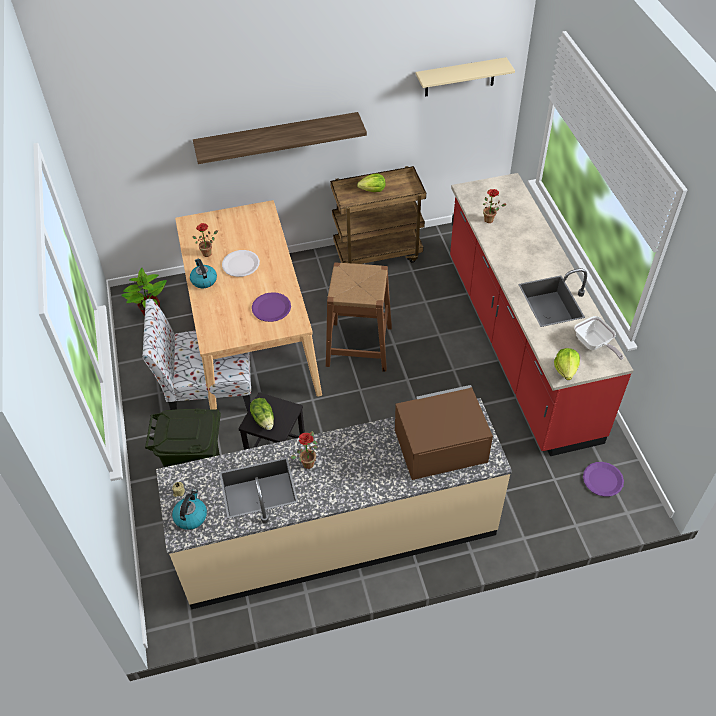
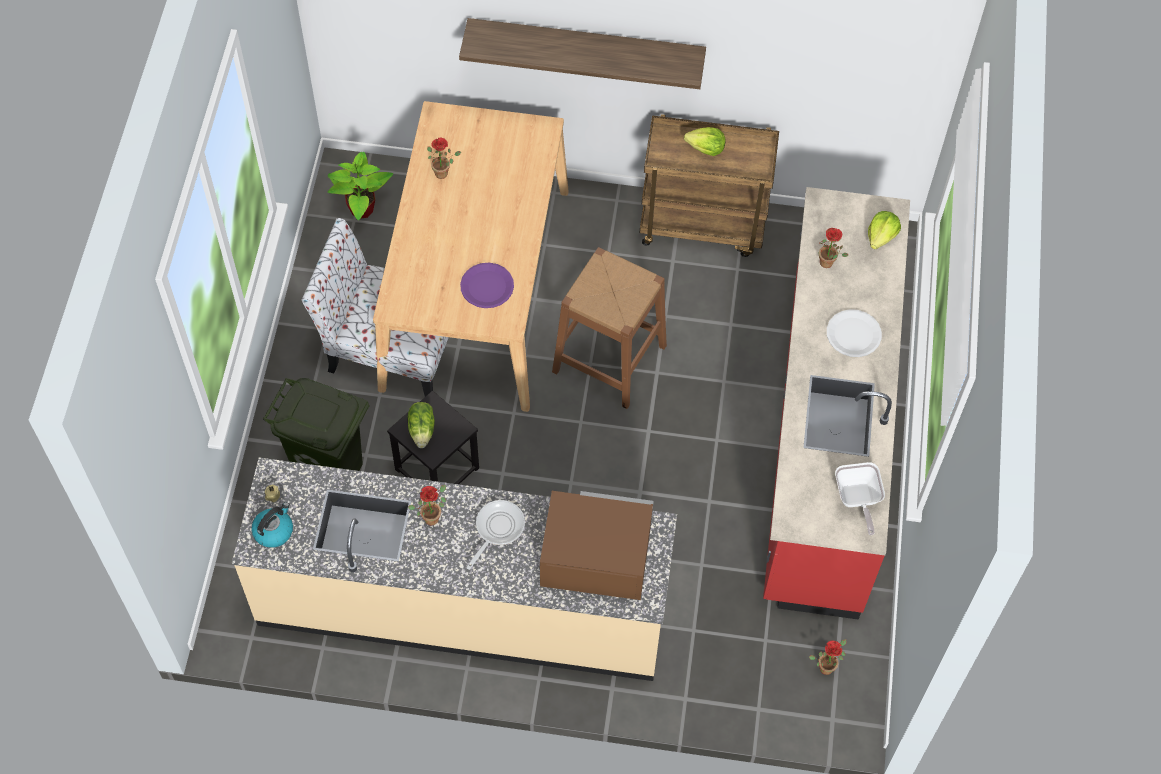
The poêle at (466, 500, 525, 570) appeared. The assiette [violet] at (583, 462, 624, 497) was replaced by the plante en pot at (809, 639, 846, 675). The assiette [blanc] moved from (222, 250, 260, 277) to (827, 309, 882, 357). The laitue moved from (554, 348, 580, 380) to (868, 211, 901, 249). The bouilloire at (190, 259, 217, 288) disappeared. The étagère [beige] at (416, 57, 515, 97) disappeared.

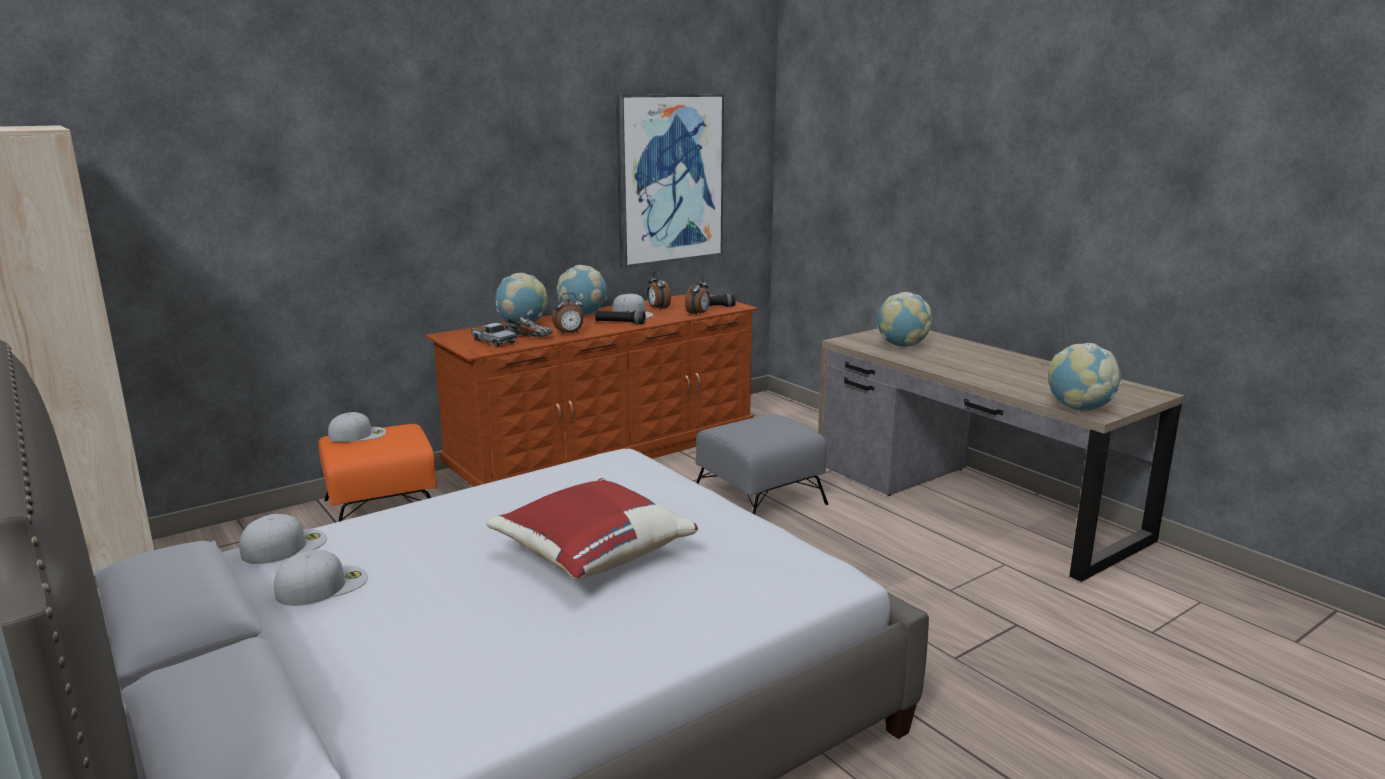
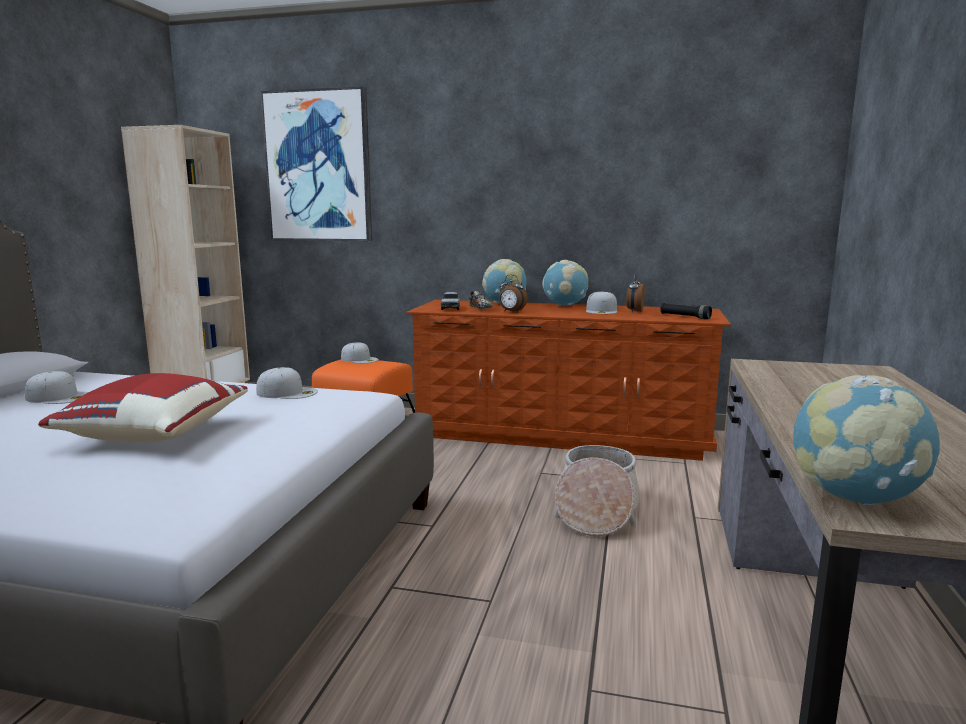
The casquette [blanc] moved from (239, 514, 327, 564) to (256, 367, 318, 399). The tableau moved from (616, 94, 724, 268) to (260, 86, 372, 241). The pouf [gris] at (695, 414, 828, 515) was replaced by the panier at (554, 445, 640, 536). The lampe de poche [noir] at (595, 310, 646, 324) disappeared. The réveil at (685, 276, 710, 316) disappeared. The globe at (877, 292, 932, 347) disappeared.

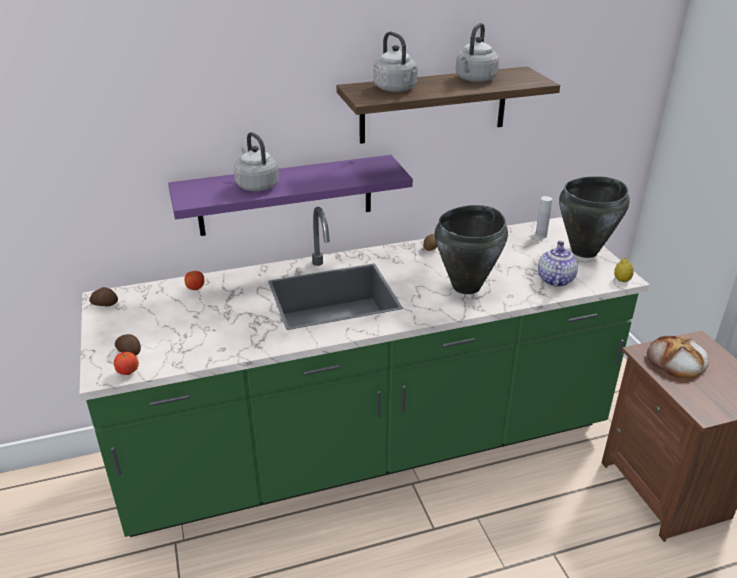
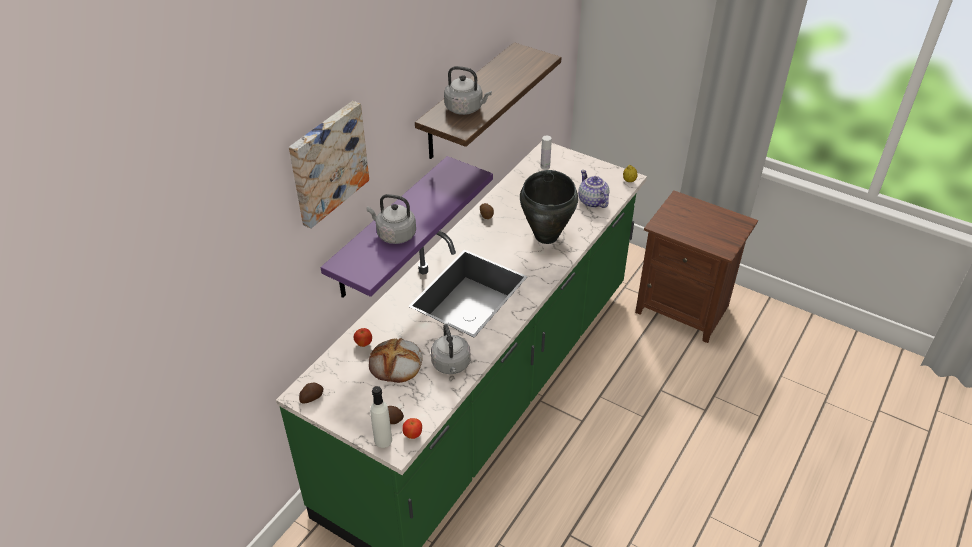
The tableau at (289, 101, 369, 229) appeared. The pain moved from (647, 336, 709, 378) to (369, 338, 423, 383). The bouteille [blanc] at (370, 386, 392, 448) appeared. The bouilloire [gris] moved from (456, 23, 499, 82) to (431, 324, 470, 374). The marmite [noir] at (559, 176, 630, 258) disappeared.

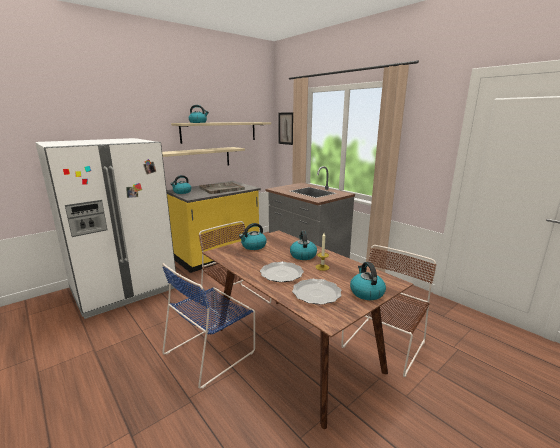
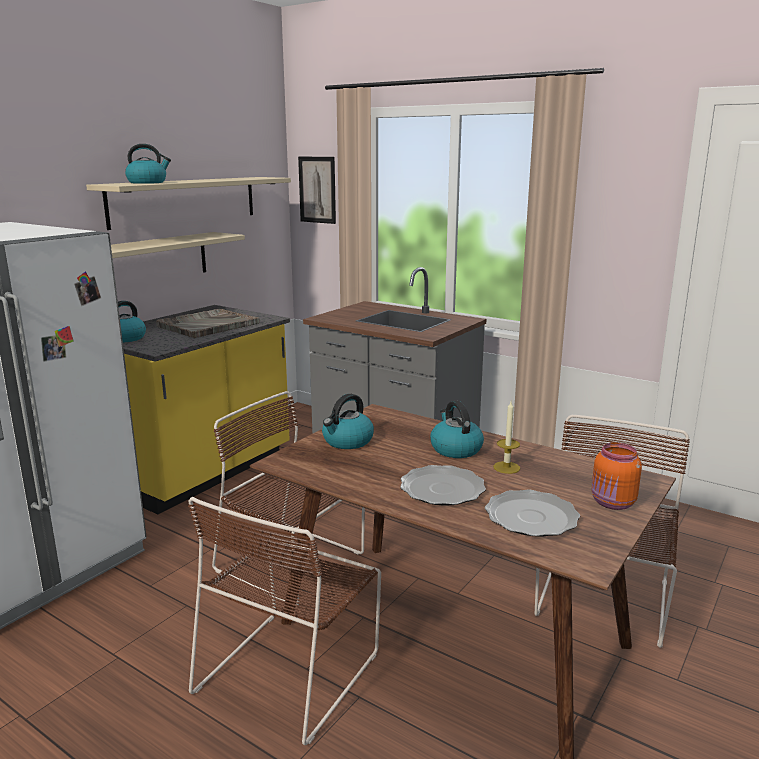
The chaise [bleu] at (162, 263, 255, 389) became the chaise [marron] at (188, 497, 381, 745). The bouilloire at (350, 262, 386, 300) was replaced by the bocal [orange] at (591, 442, 642, 510).

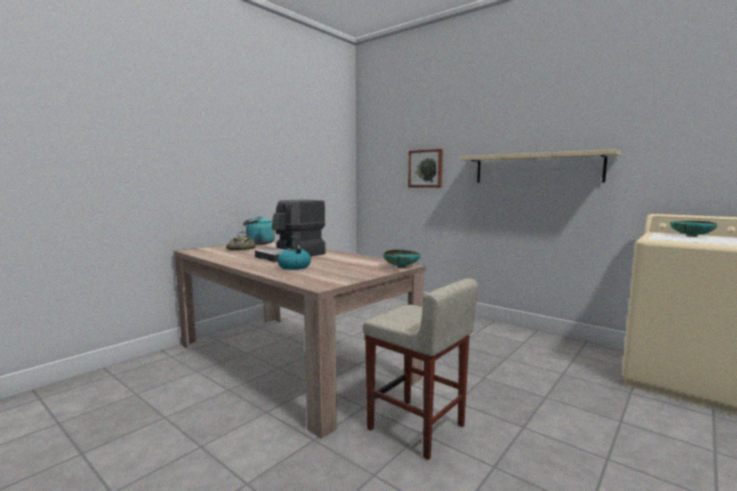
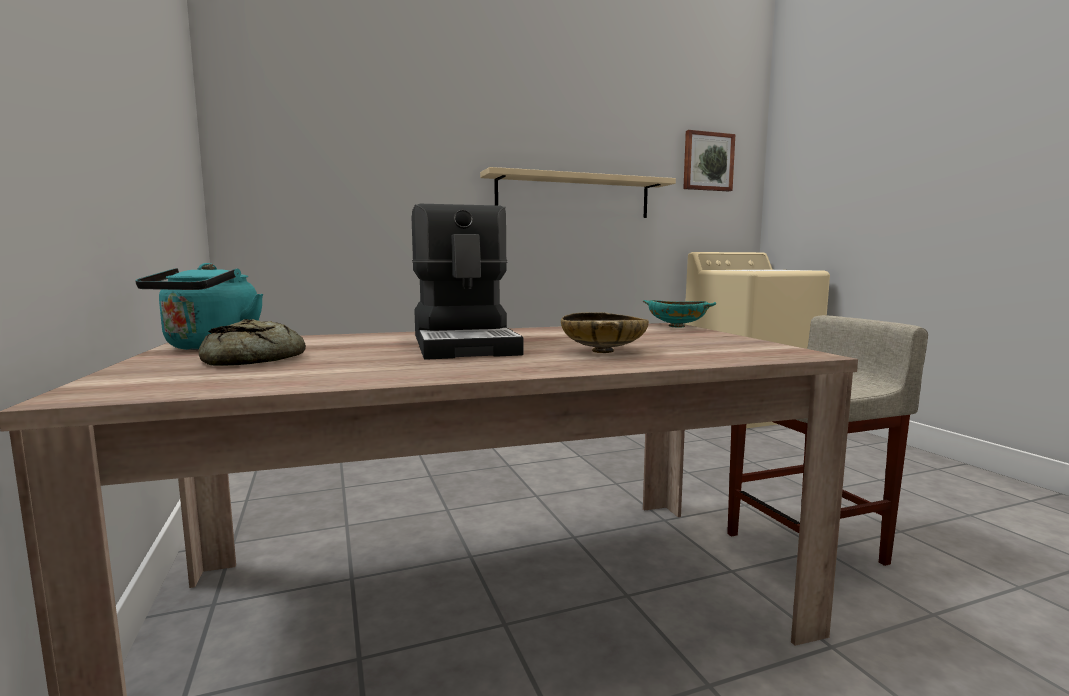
The bouilloire at (278, 236, 311, 270) was replaced by the bol [beige] at (561, 312, 649, 353). The tableau moved from (408, 149, 443, 188) to (683, 130, 735, 191). The bol [turquoise] at (670, 221, 717, 237) disappeared.

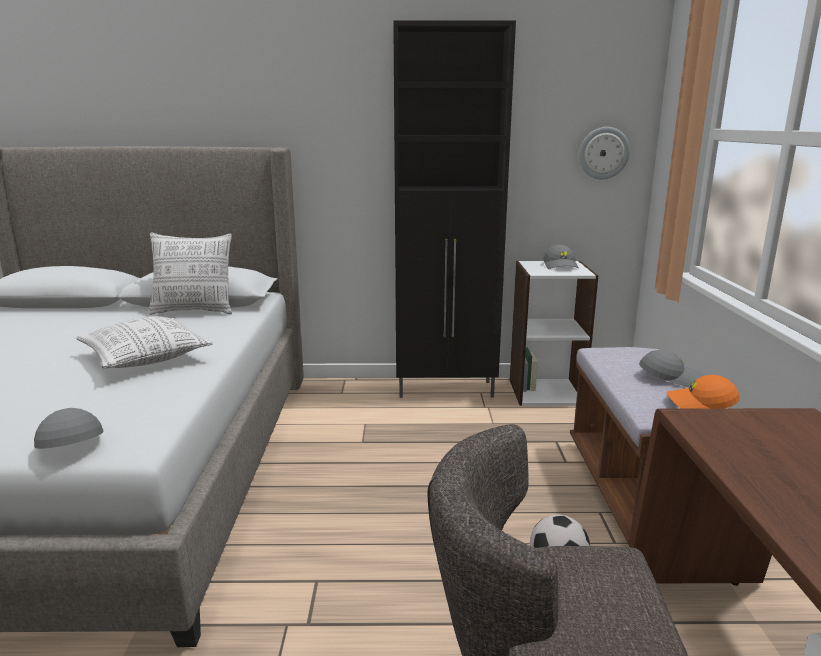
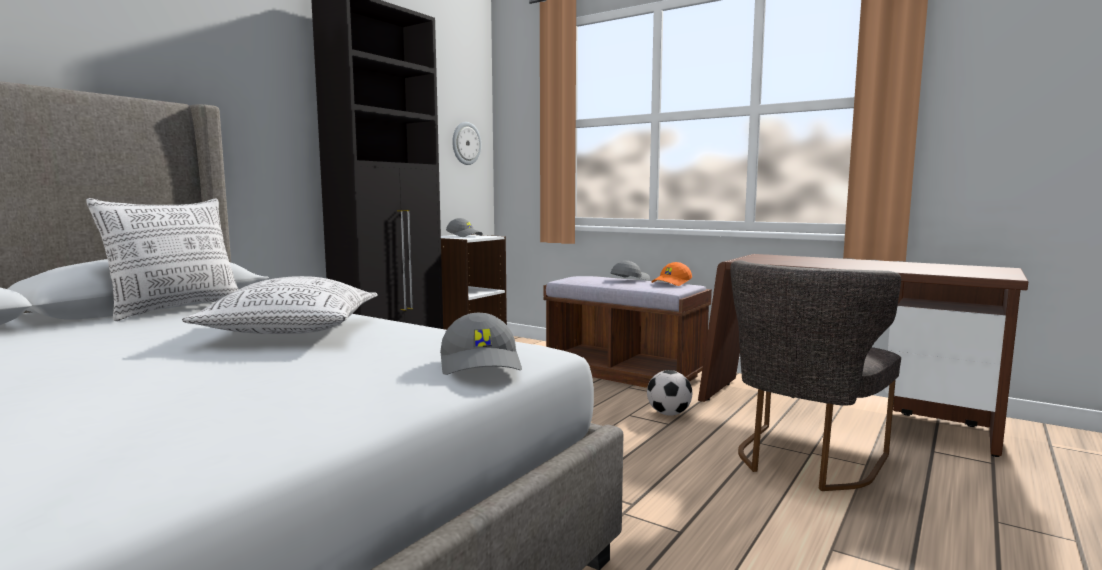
The casquette [gris] at (34, 408, 103, 449) turned 105 degrees counterclockwise.

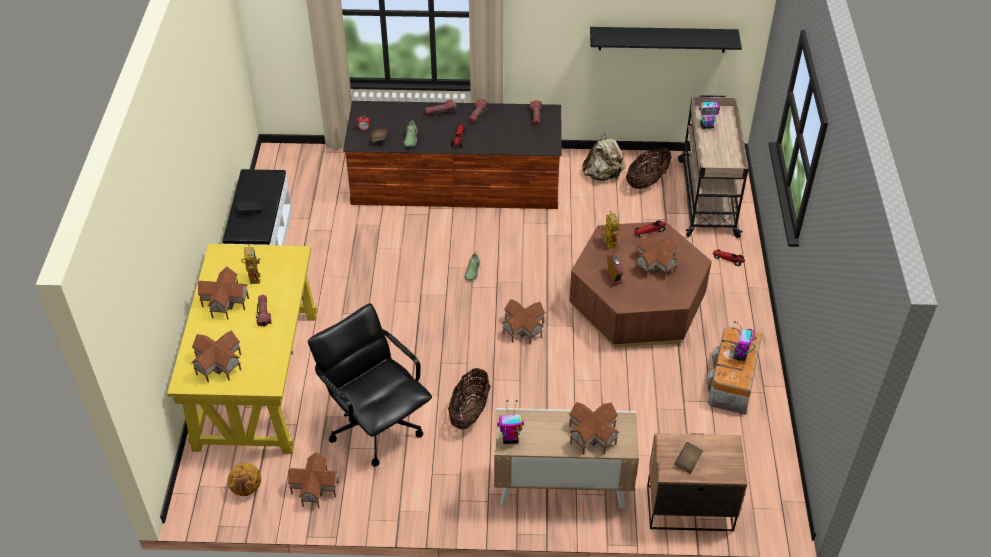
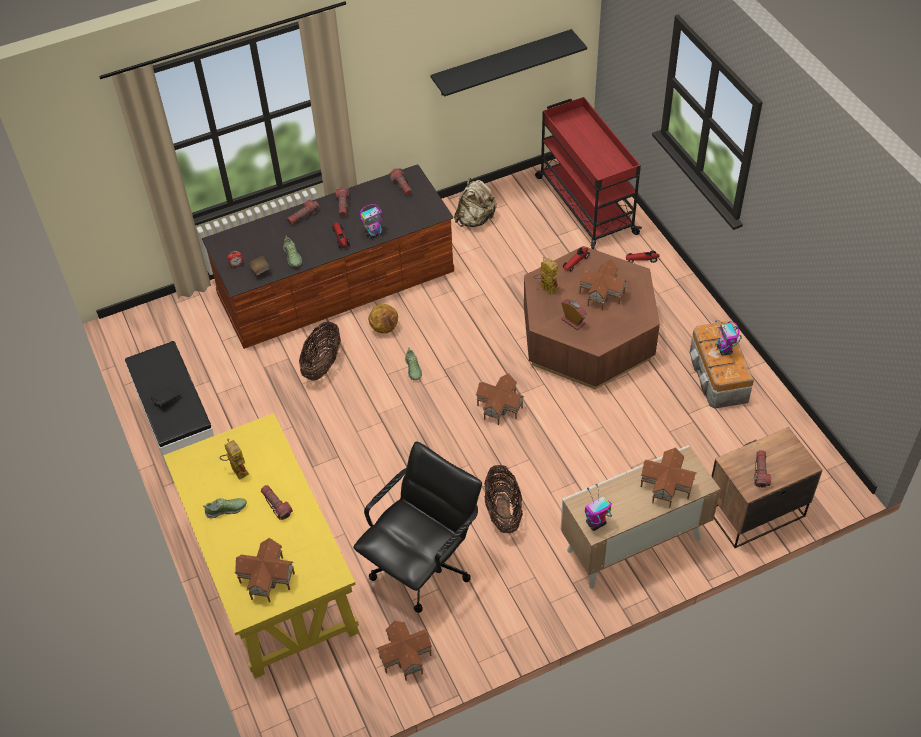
The maison miniature at (197, 266, 249, 320) was replaced by the chaussure at (203, 498, 247, 519). The panier moved from (626, 147, 672, 189) to (299, 321, 341, 381). The chaise de bureau [noir] at (308, 303, 432, 467) turned 105 degrees clockwise. The robot jouet moved from (699, 98, 720, 129) to (360, 204, 383, 239). The ballon de basket moved from (227, 463, 261, 496) to (369, 304, 398, 333). The chariot [beige] at (678, 95, 749, 238) became the chariot [rouge] at (535, 97, 642, 249). The livre [marron] at (674, 442, 703, 473) was replaced by the lampe de poche at (754, 450, 771, 488).

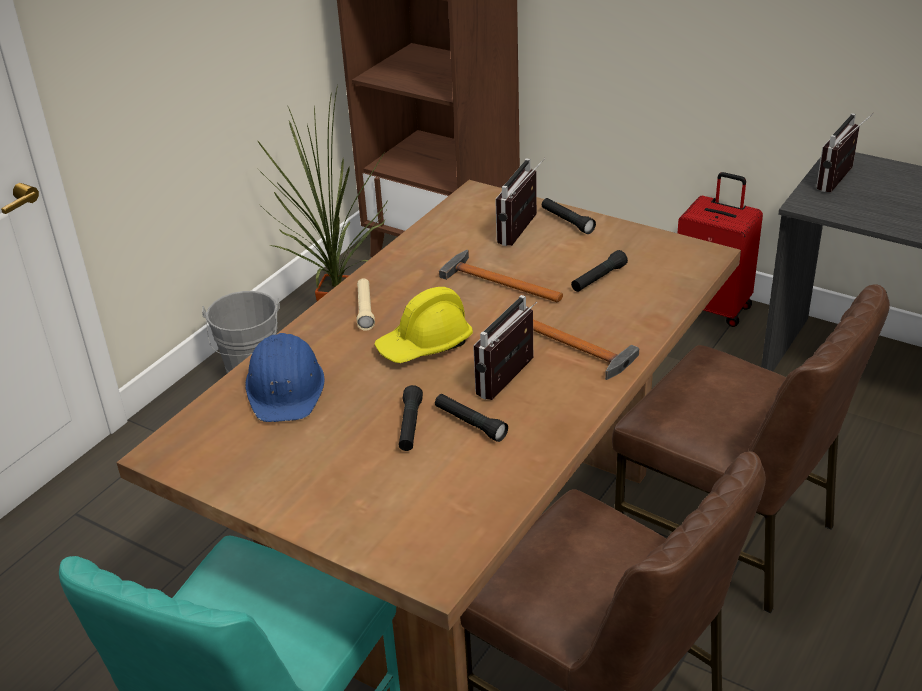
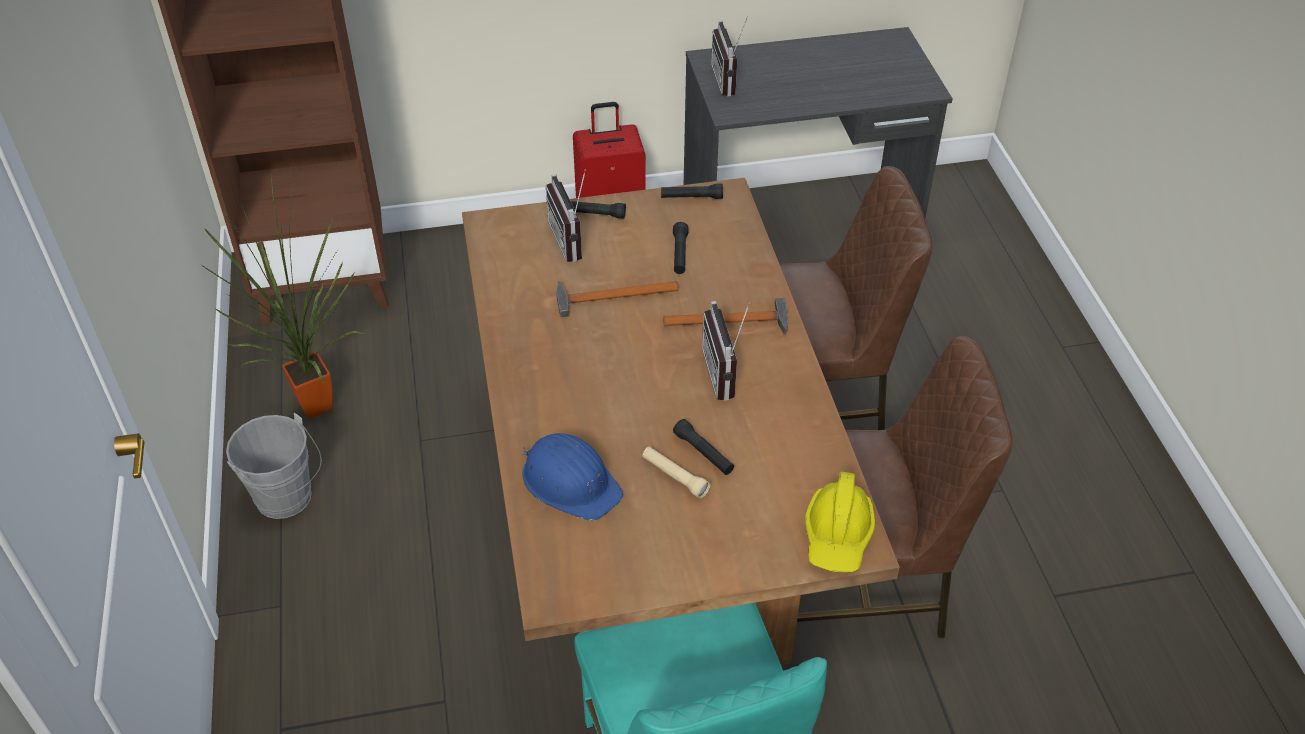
The lampe de poche [beige] moved from (357, 278, 375, 331) to (642, 446, 710, 499). The lampe de poche [noir] moved from (435, 394, 508, 442) to (661, 184, 723, 199). The casque de chantier [jaune] moved from (374, 287, 473, 363) to (805, 472, 875, 572).

